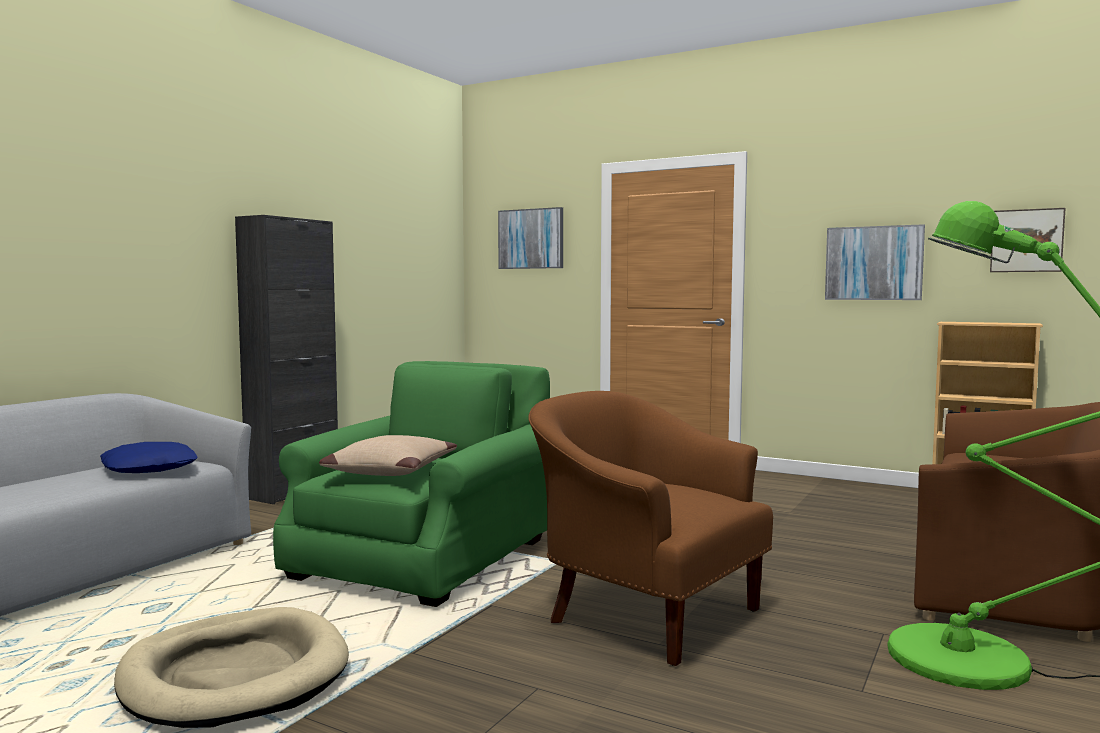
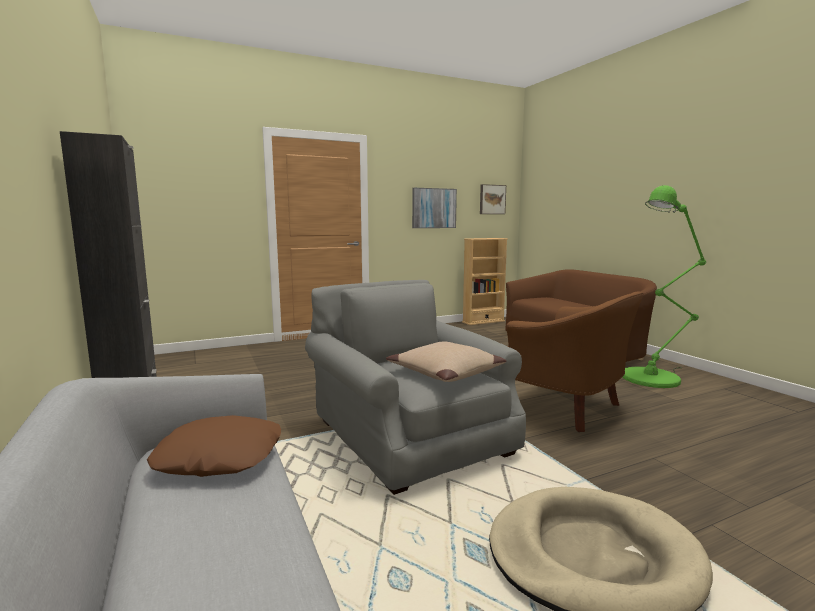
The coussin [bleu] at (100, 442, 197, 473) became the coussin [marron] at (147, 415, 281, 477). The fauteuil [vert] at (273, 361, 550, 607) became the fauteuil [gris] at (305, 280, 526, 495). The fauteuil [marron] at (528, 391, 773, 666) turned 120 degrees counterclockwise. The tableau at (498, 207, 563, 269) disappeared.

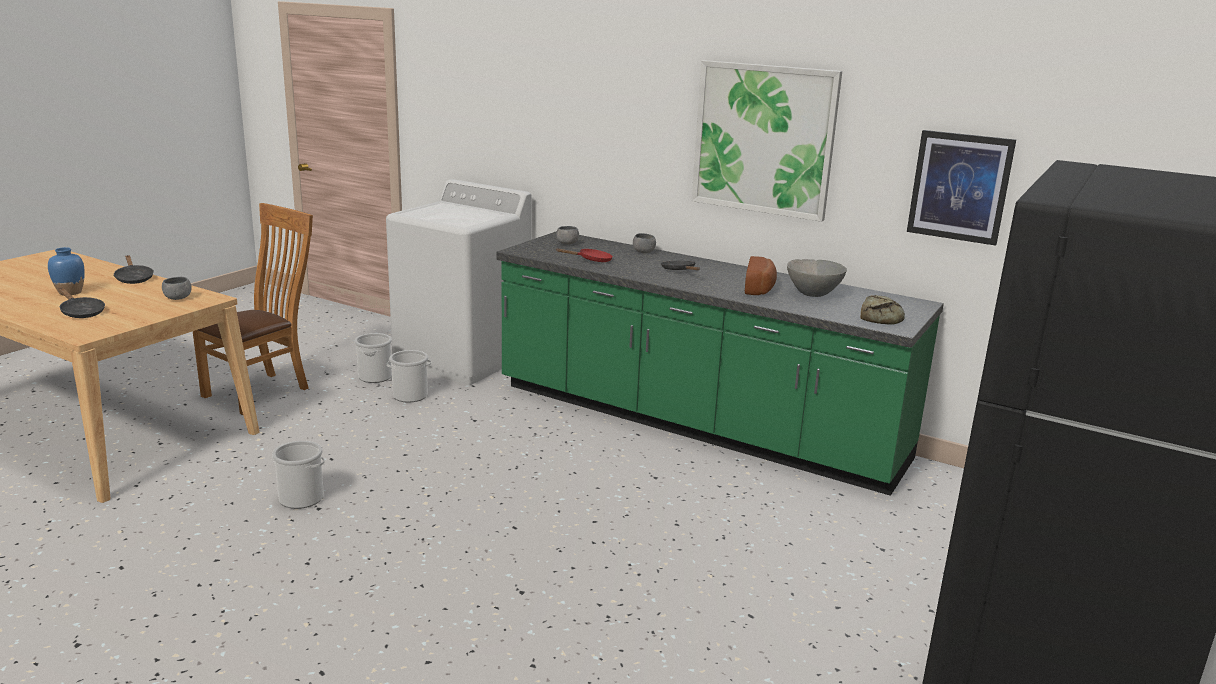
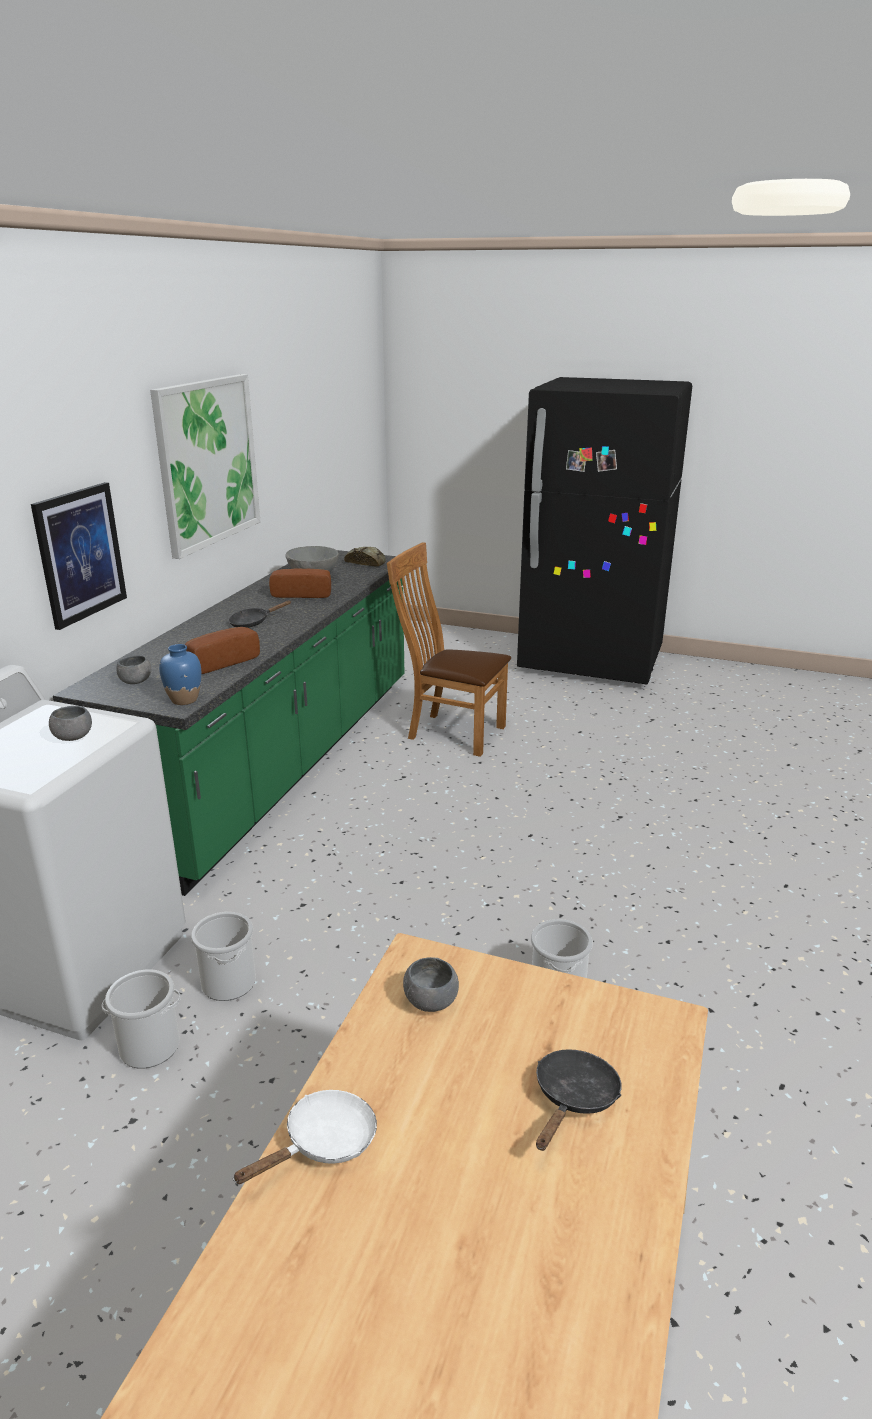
The tableau moved from (907, 130, 1016, 246) to (31, 482, 127, 630). The bol [gris] moved from (633, 233, 656, 253) to (49, 706, 92, 741). The vase [bleu] moved from (48, 247, 85, 296) to (159, 644, 201, 705). The poêle [rouge] at (556, 248, 613, 262) was replaced by the pain at (185, 627, 260, 674). The poêle [noir] at (113, 255, 154, 284) became the poêle [blanc] at (233, 1090, 377, 1184). The chaise [marron] moved from (193, 203, 313, 415) to (387, 542, 511, 757).

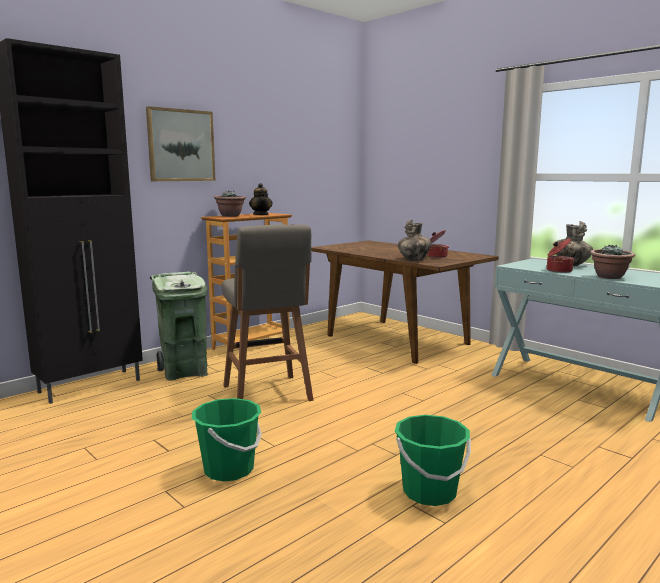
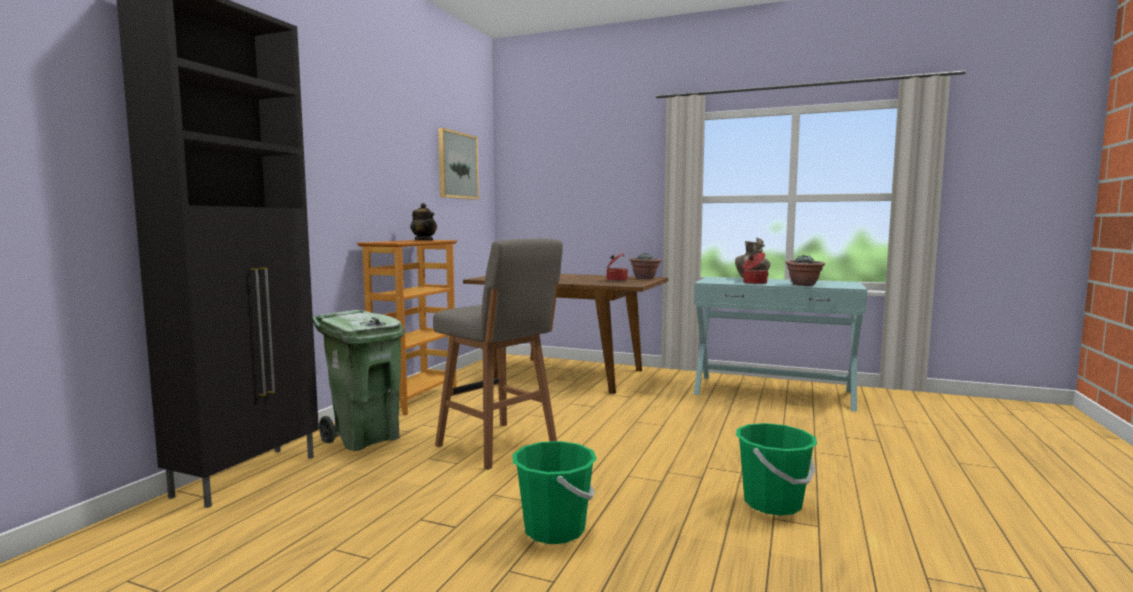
The tableau moved from (146, 106, 215, 181) to (438, 128, 479, 200). The plante en pot moved from (214, 190, 246, 217) to (629, 253, 661, 279). The vase at (398, 220, 431, 261) disappeared.

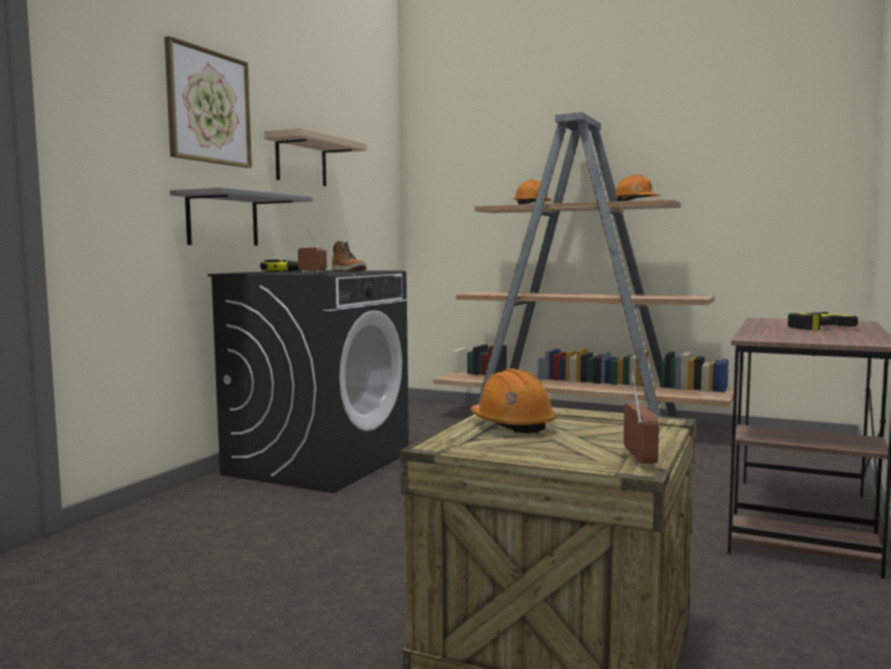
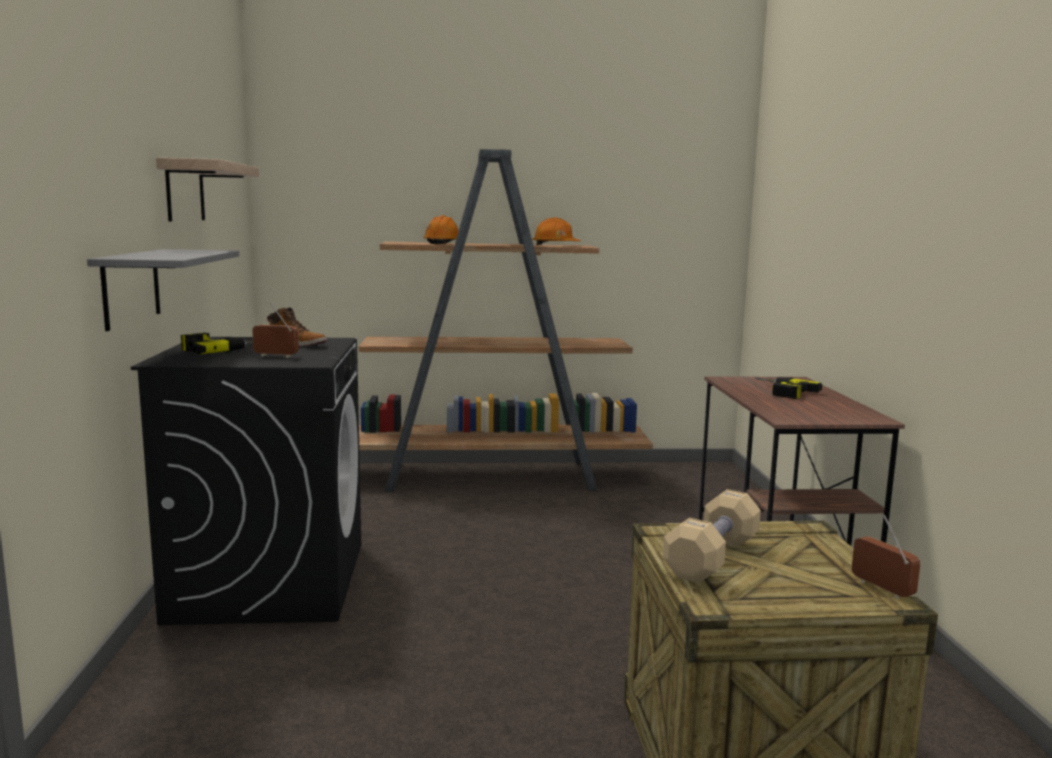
The casque de chantier [orange] at (470, 369, 556, 433) was replaced by the haltère [beige] at (663, 489, 761, 583). The tableau at (165, 36, 252, 168) disappeared.

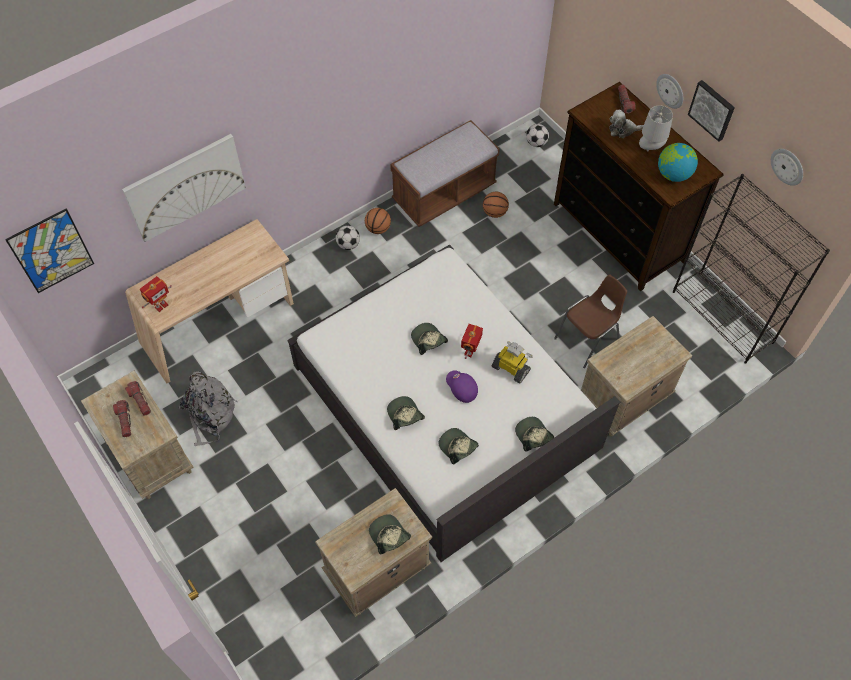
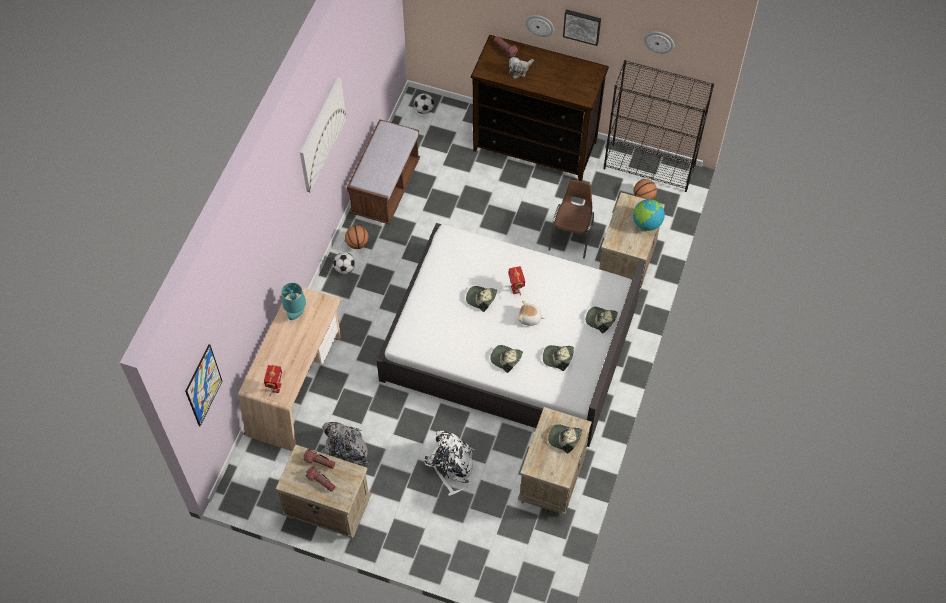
The lampe de table [turquoise] at (281, 283, 306, 320) appeared. The tableau moved from (122, 134, 246, 242) to (300, 78, 346, 192). The sac à dos [blanc] at (424, 431, 474, 496) appeared. The casquette [violet] at (446, 370, 478, 403) was replaced by the peluche at (518, 301, 545, 326). The globe moved from (658, 143, 698, 182) to (633, 199, 665, 231). The ballon de basket moved from (483, 192, 509, 218) to (634, 179, 657, 200). The robot jouet at (491, 341, 533, 384) disappeared. The lampe de table [gris] at (639, 105, 673, 152) disappeared.

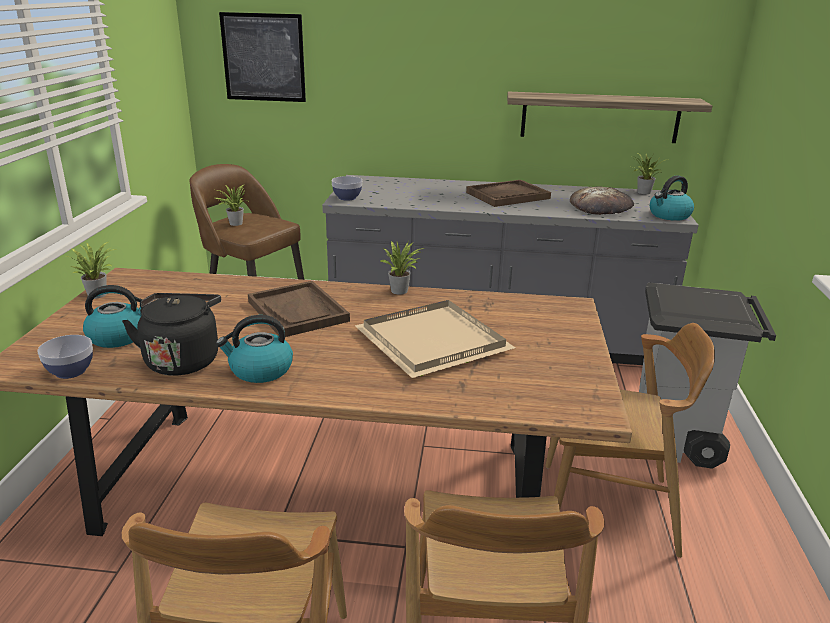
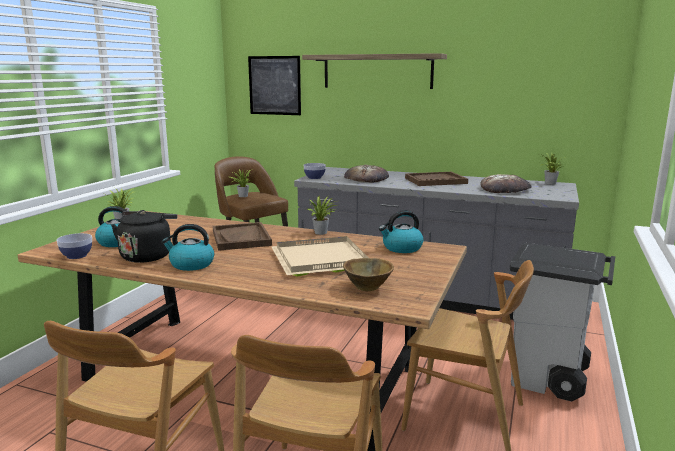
The étagère moved from (507, 92, 712, 143) to (302, 53, 447, 89). The bol [marron] at (343, 258, 394, 291) appeared. The pain at (344, 165, 389, 182) appeared. The bouilloire moved from (650, 175, 694, 221) to (379, 211, 424, 253).

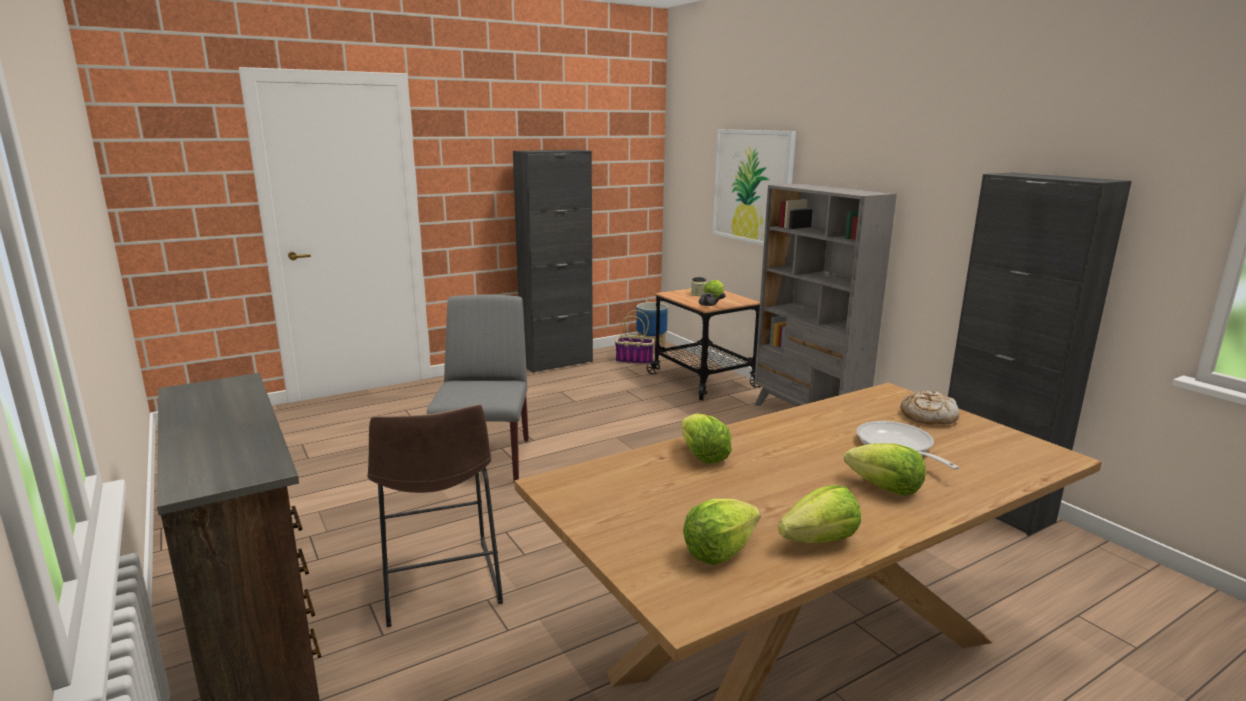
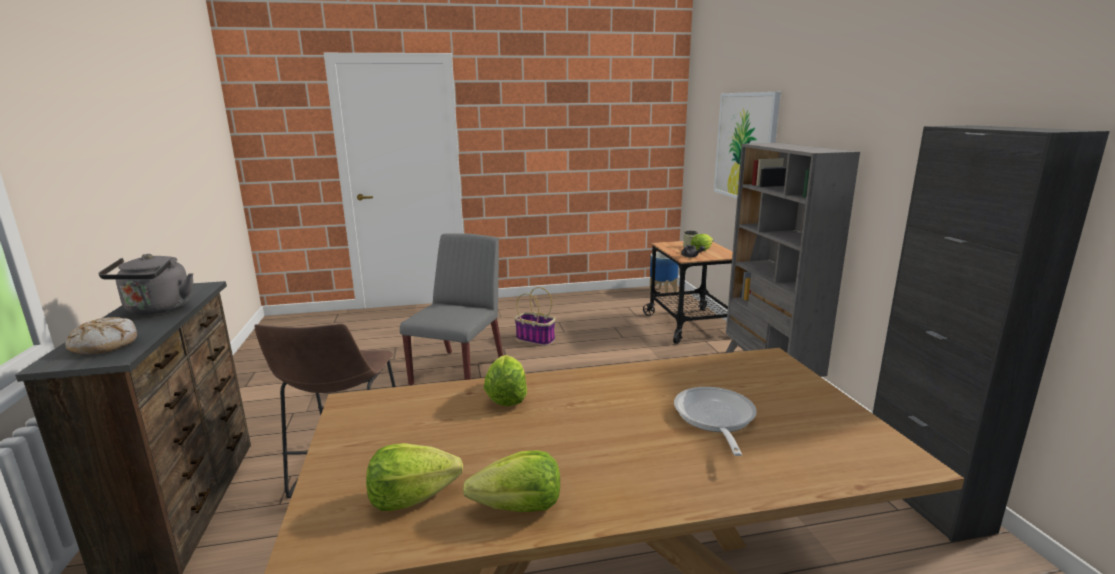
The pain moved from (900, 390, 960, 424) to (65, 317, 137, 355). The bouilloire [gris] at (98, 254, 193, 315) appeared. The panier moved from (615, 310, 654, 365) to (514, 287, 556, 346). The meuble de rangement [noir] at (513, 150, 593, 373) disappeared. The laitue at (844, 443, 926, 496) disappeared.

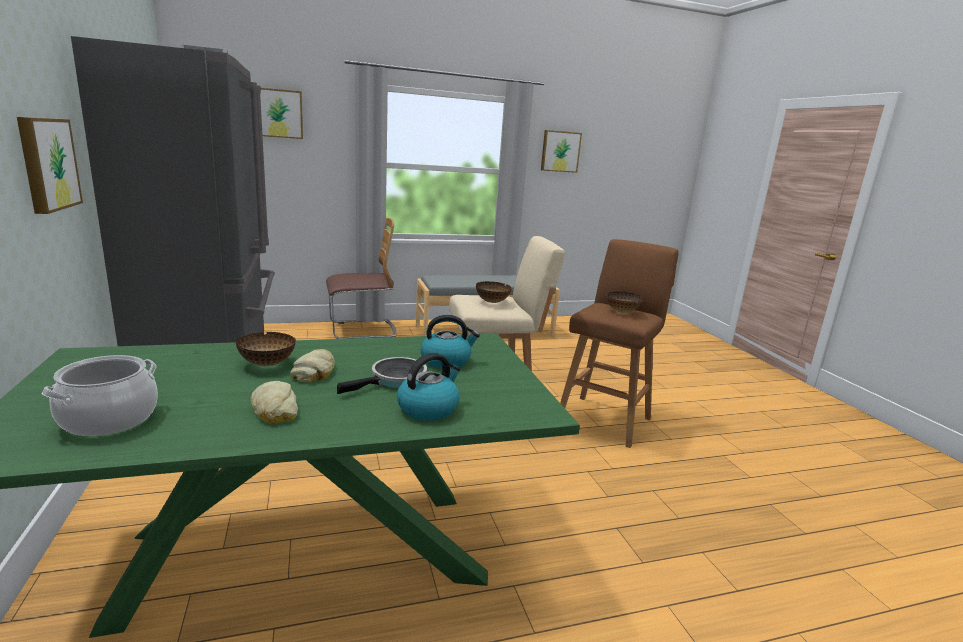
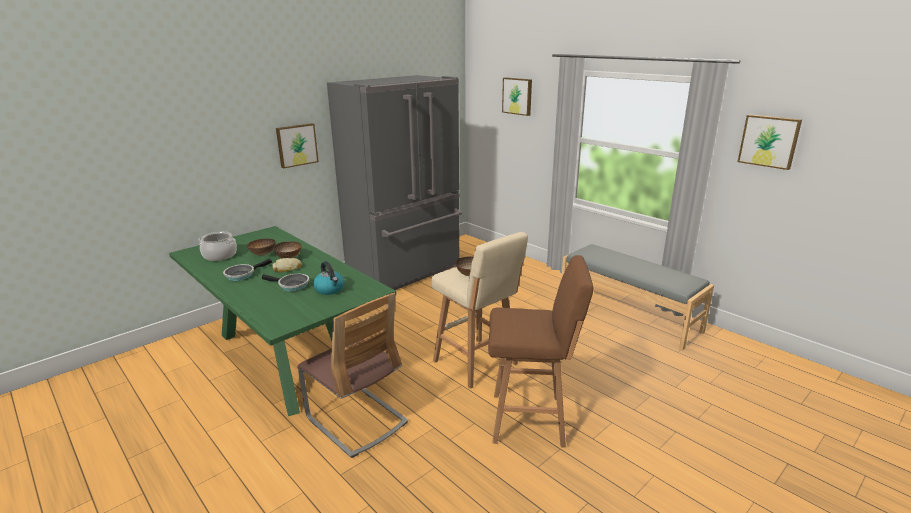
The pain at (251, 381, 298, 424) was replaced by the poêle at (223, 259, 272, 281). The bol moved from (606, 291, 643, 313) to (247, 238, 275, 256). The chaise moved from (326, 218, 396, 339) to (297, 293, 408, 458). The bouilloire at (397, 353, 461, 421) disappeared.

